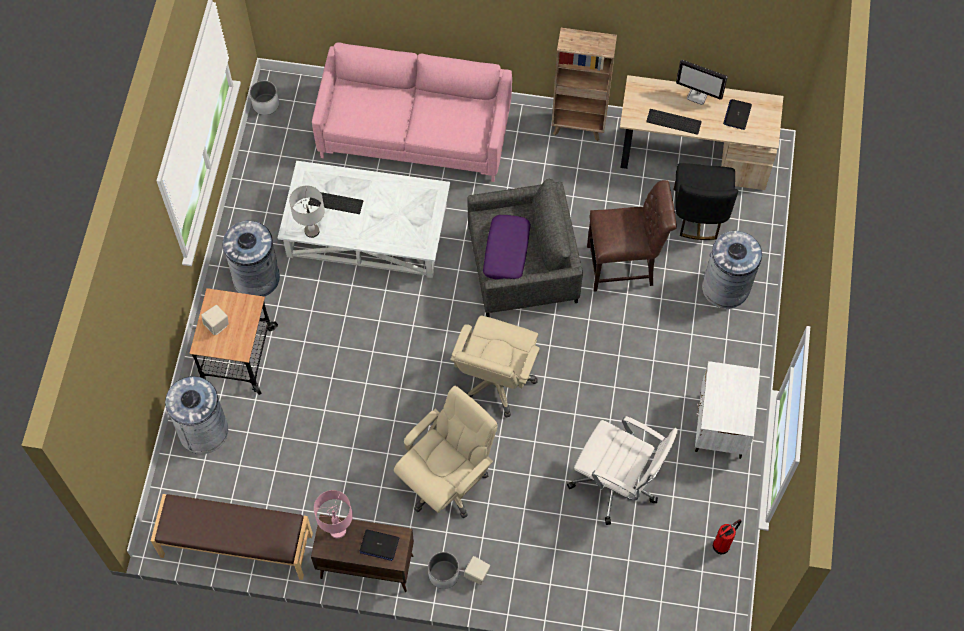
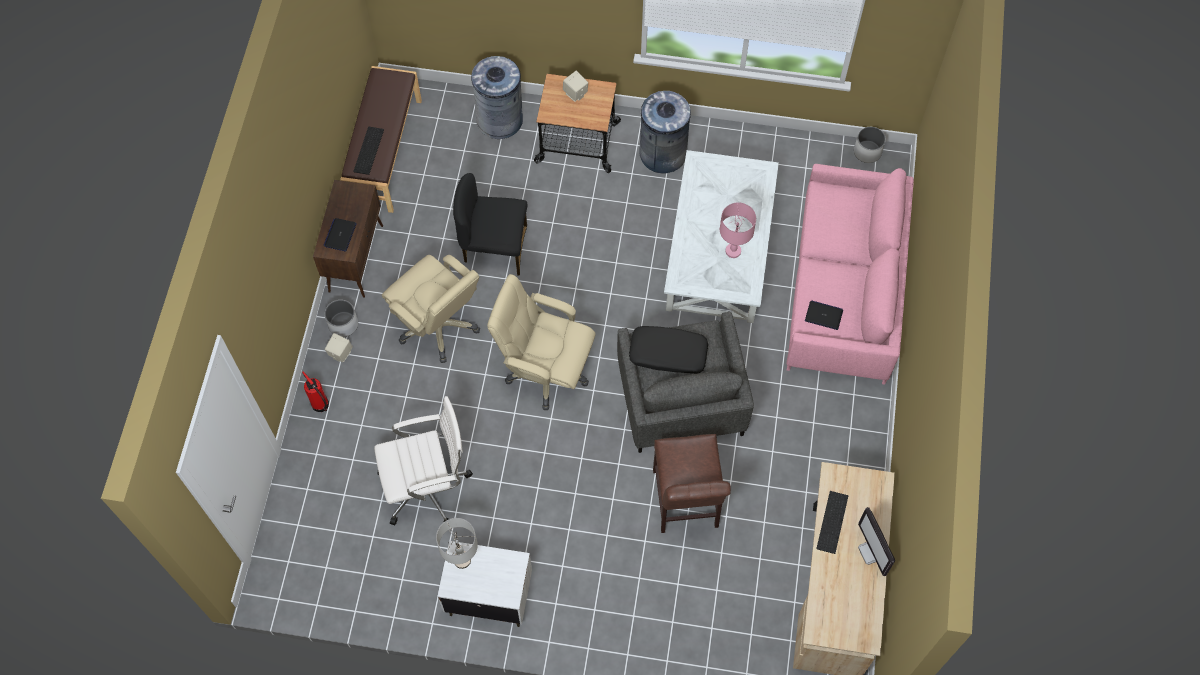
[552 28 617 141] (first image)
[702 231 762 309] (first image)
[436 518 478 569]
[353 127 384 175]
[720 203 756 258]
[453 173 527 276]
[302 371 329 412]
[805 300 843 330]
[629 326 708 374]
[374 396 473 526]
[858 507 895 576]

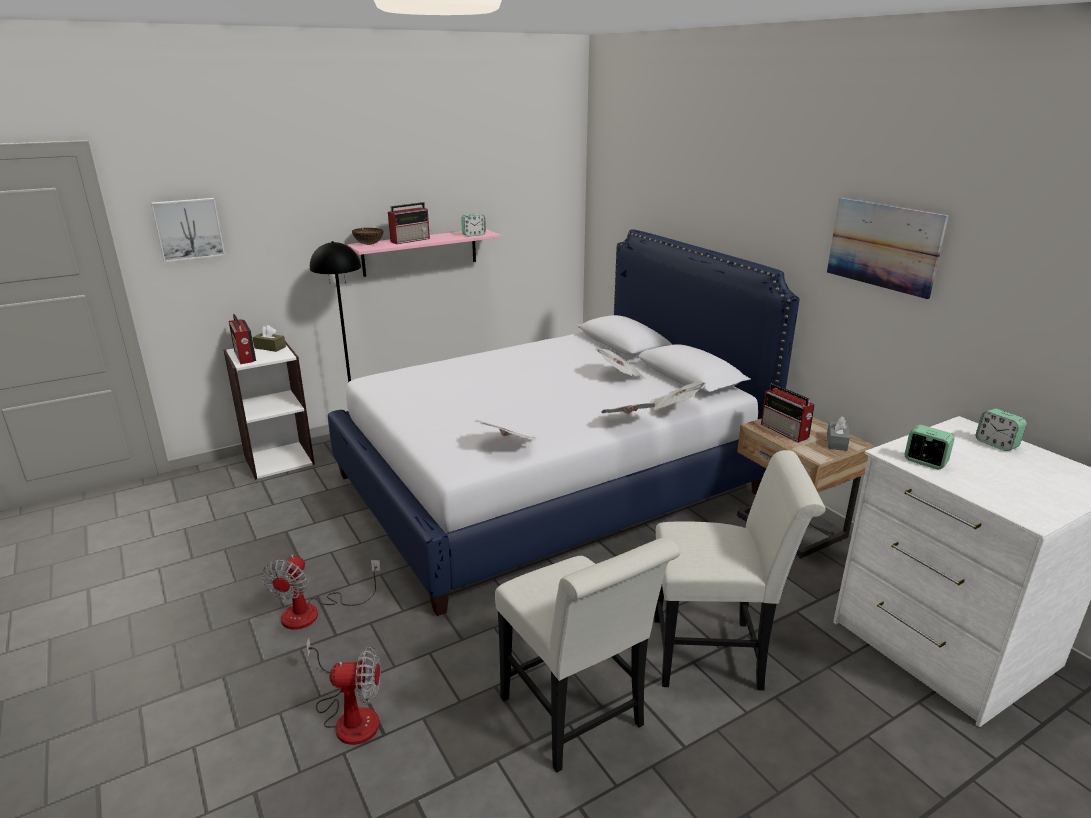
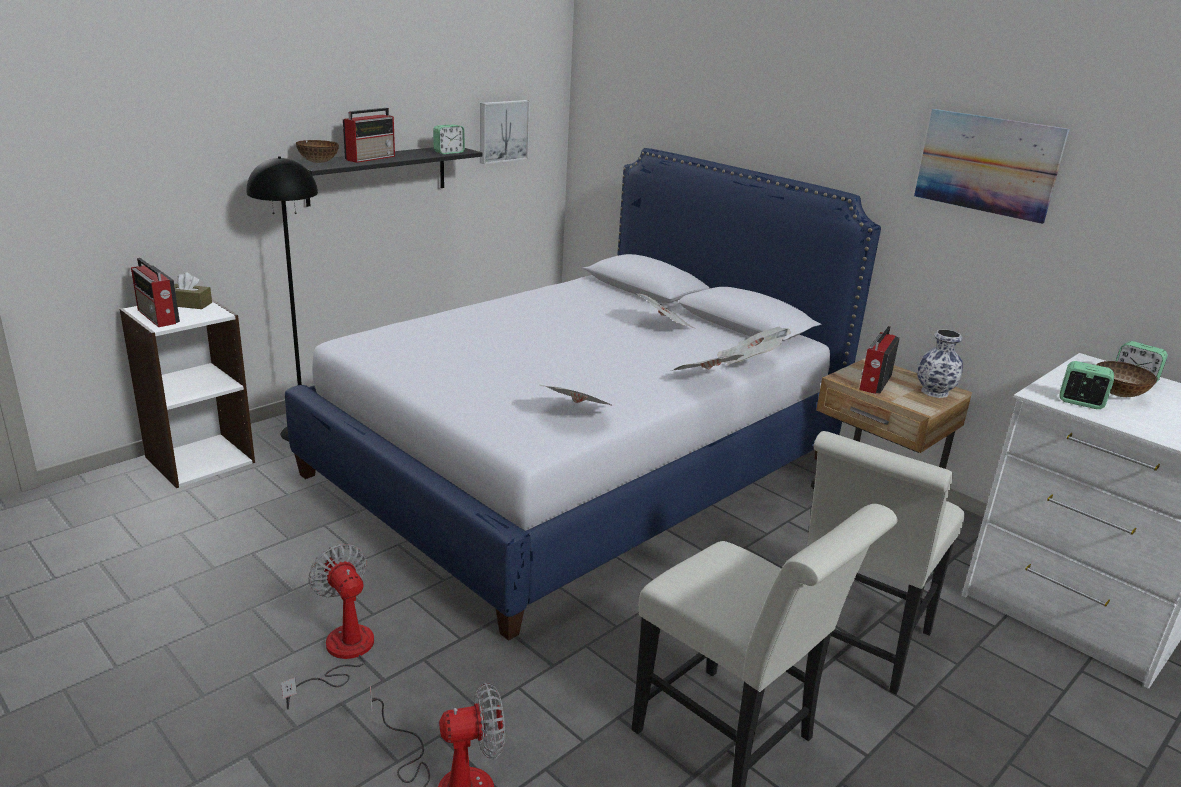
[1096 361 1158 397]
[480 100 530 164]
[918 329 963 398]
[296 147 482 207]
[281 544 374 709]
[807 431 965 694]
[859 326 900 394]

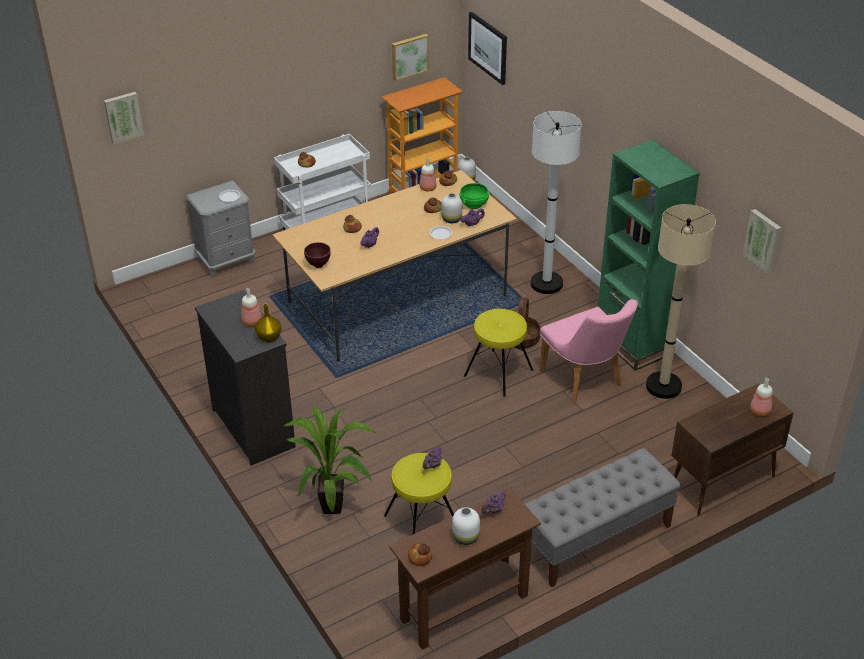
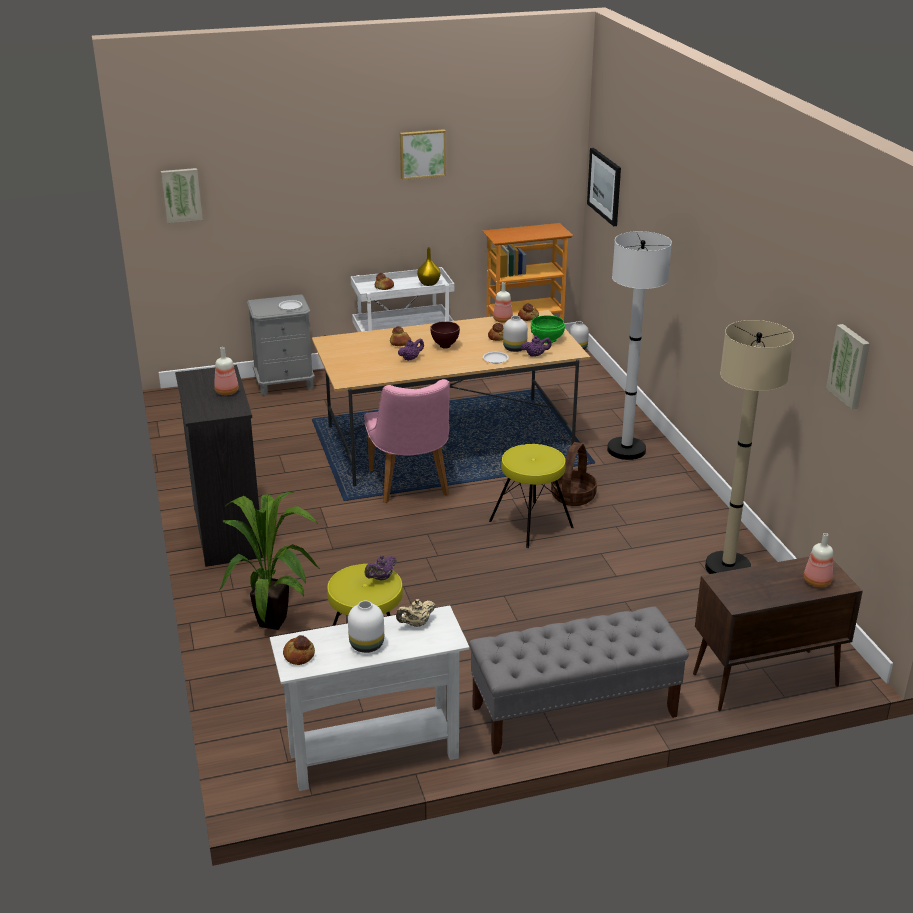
[598 140 700 371] (first image)
[417 247 441 286]
[430 321 460 349]
[400 129 446 180]
[364 379 450 503]
[270 605 470 791]
[396 599 436 627]

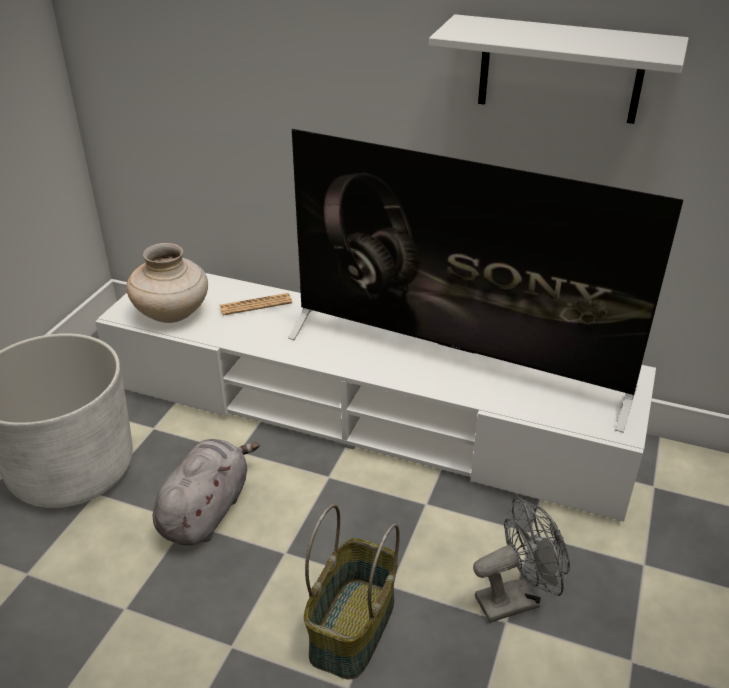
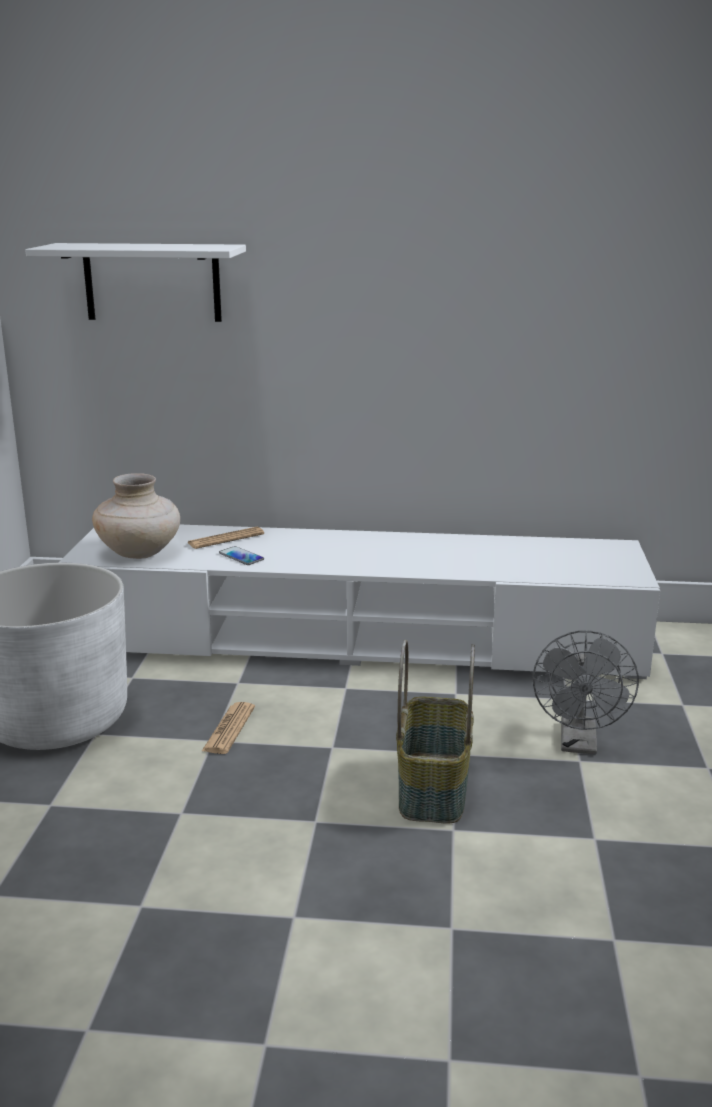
[288 129 683 433] (first image)
[219 546 264 565]
[25 243 246 322]
[202 702 255 754]
[533 630 639 755]

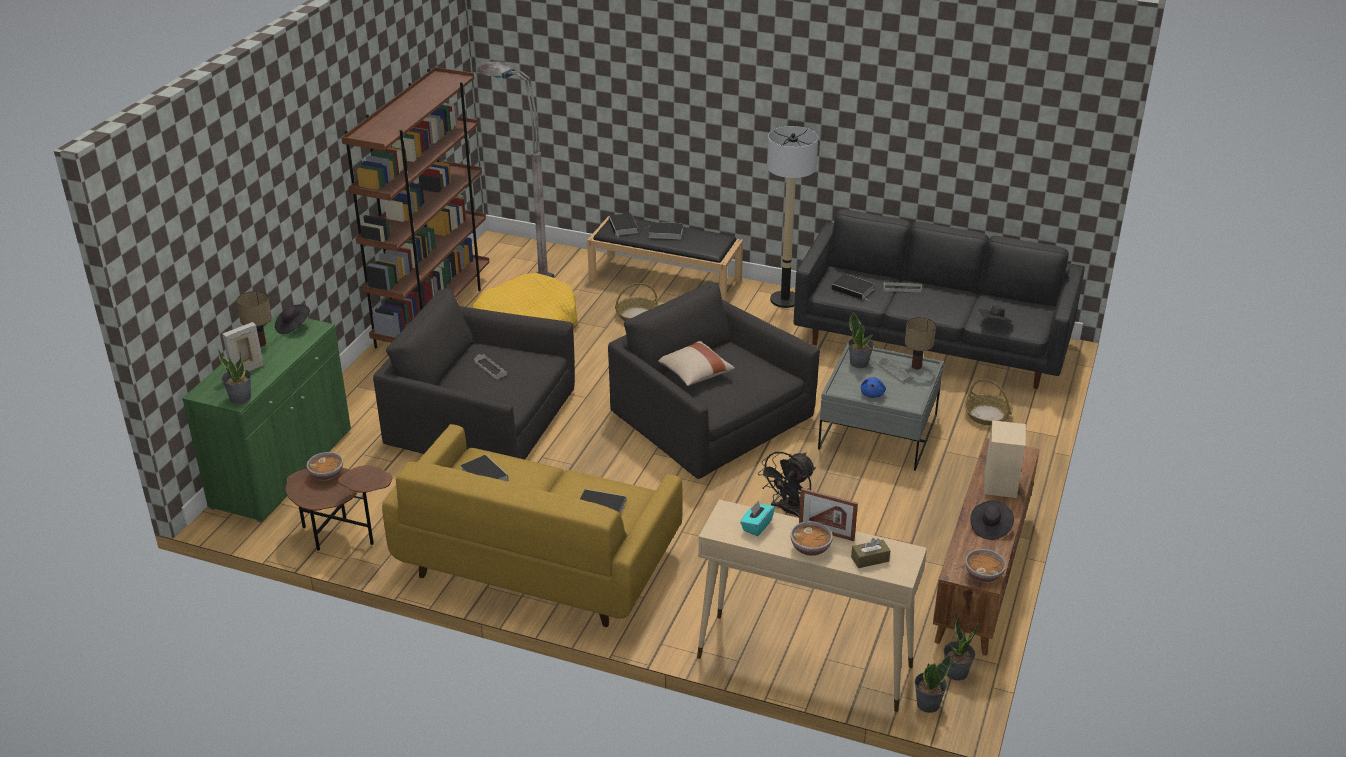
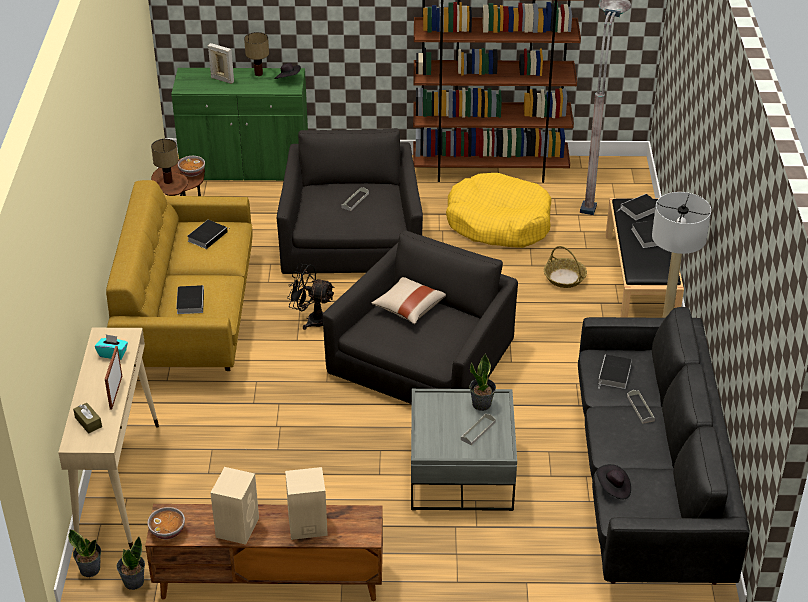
[218 350 251 404] (first image)
[790 521 833 556] (first image)
[861 377 886 398] (first image)
[964 379 1013 426] (first image)
[287 263 335 330]
[151 139 178 184]
[210 467 259 545]

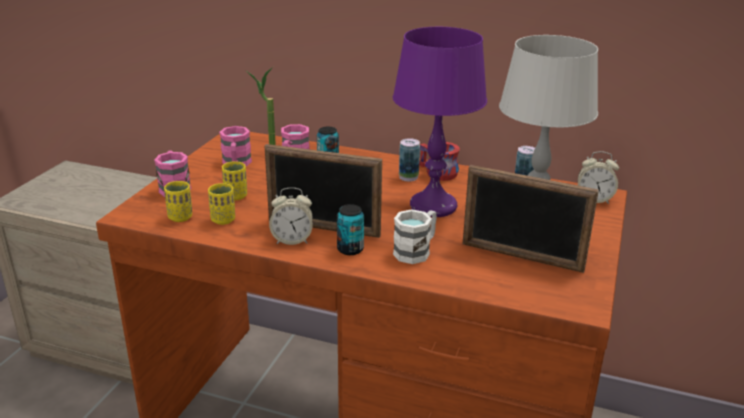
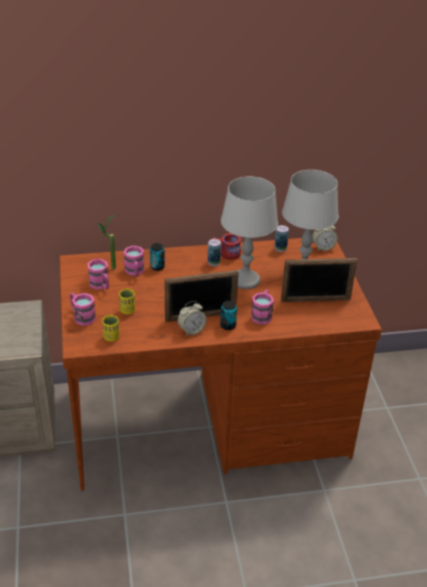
[208 183 235 225] (first image)
[221 177 278 289]
[251 289 274 325]

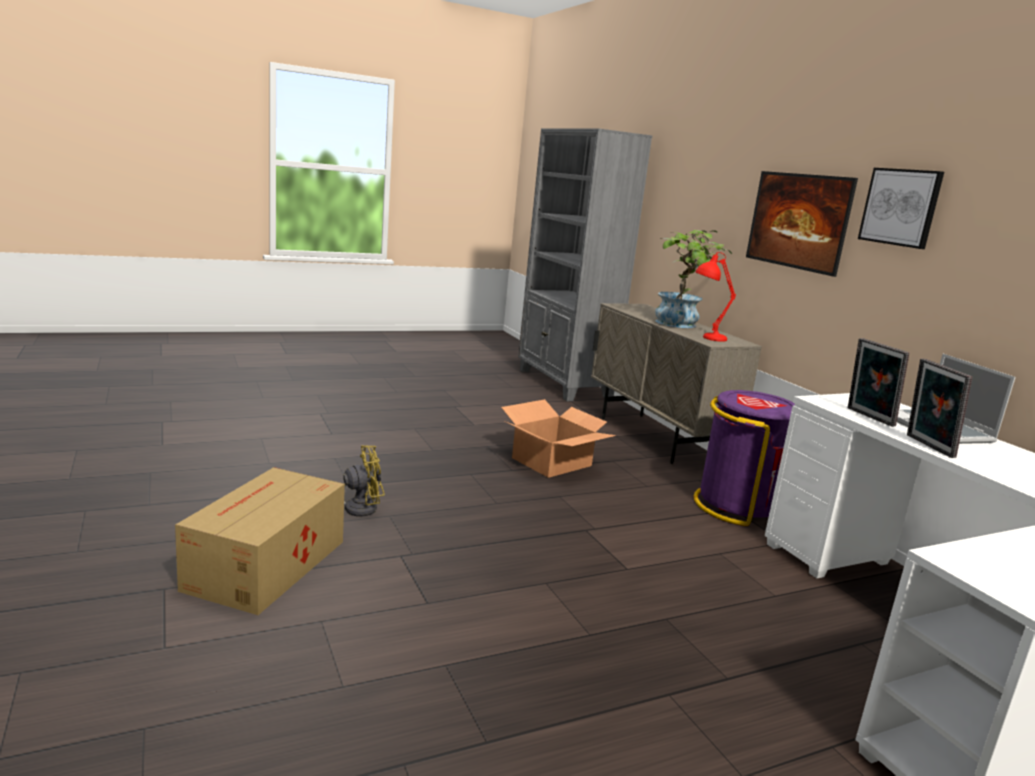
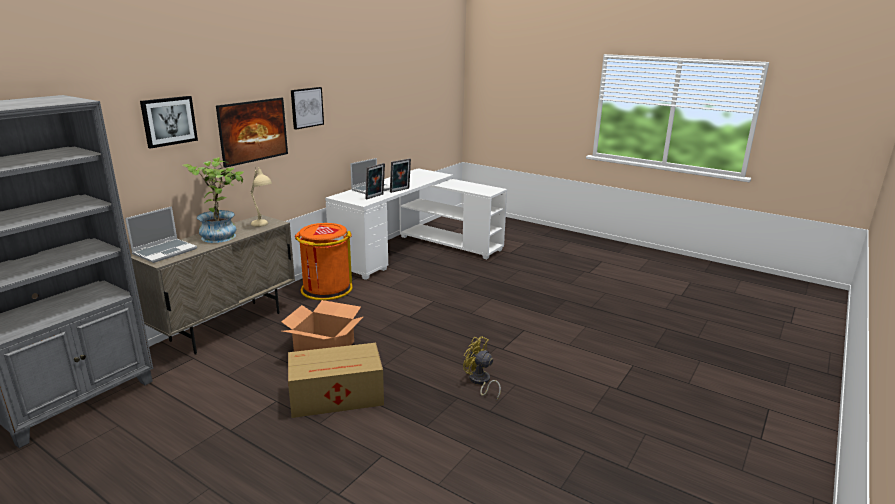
[125 206 197 263]
[140 96 198 149]
[288 343 384 418]
[295 223 353 300]
[250 167 272 227]

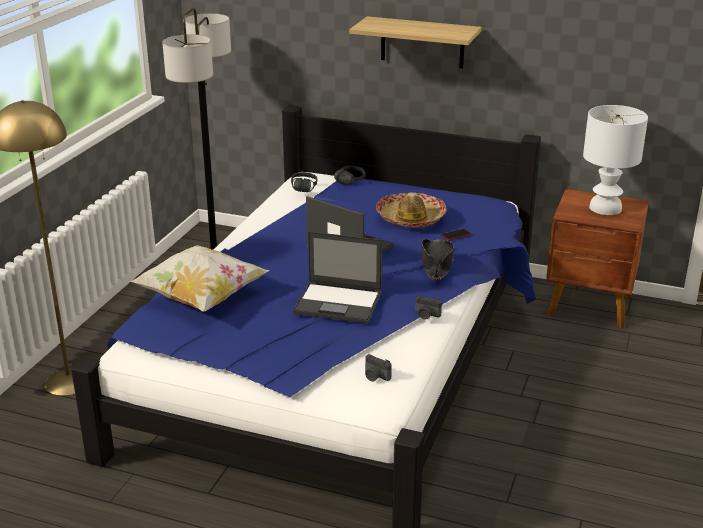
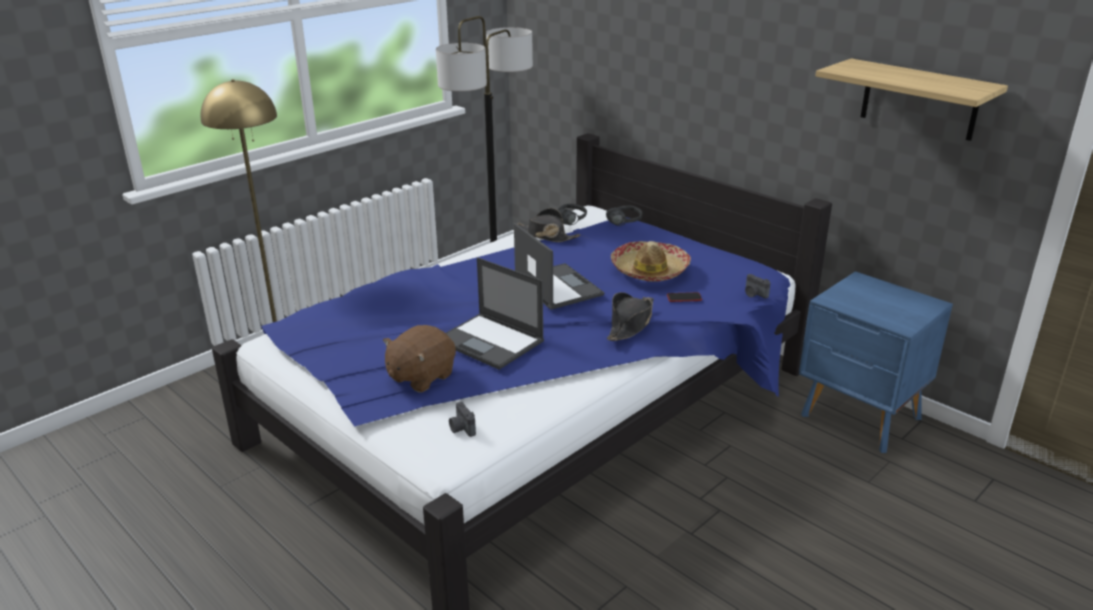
[129 245 270 312] (first image)
[583 105 648 215] (first image)
[383 325 456 392]
[517 208 580 242]
[815 59 1008 141]
[745 274 770 298]
[799 271 953 453]

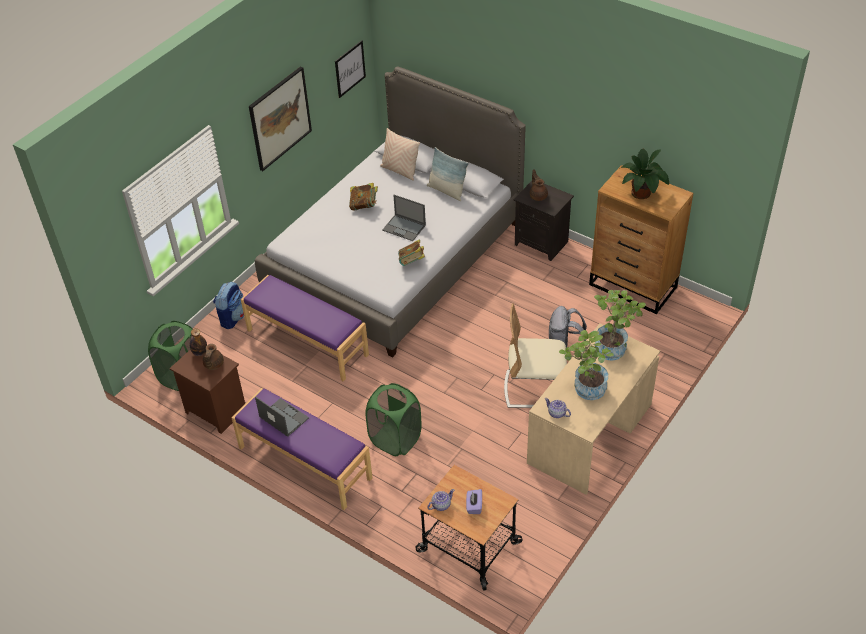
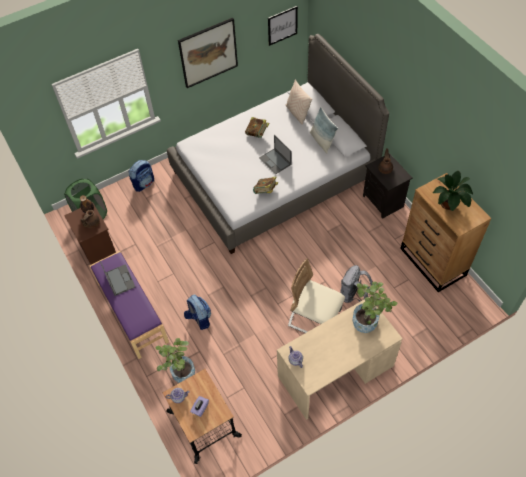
[241 275 369 381] (first image)
[155 338 195 383]
[184 295 211 330]

